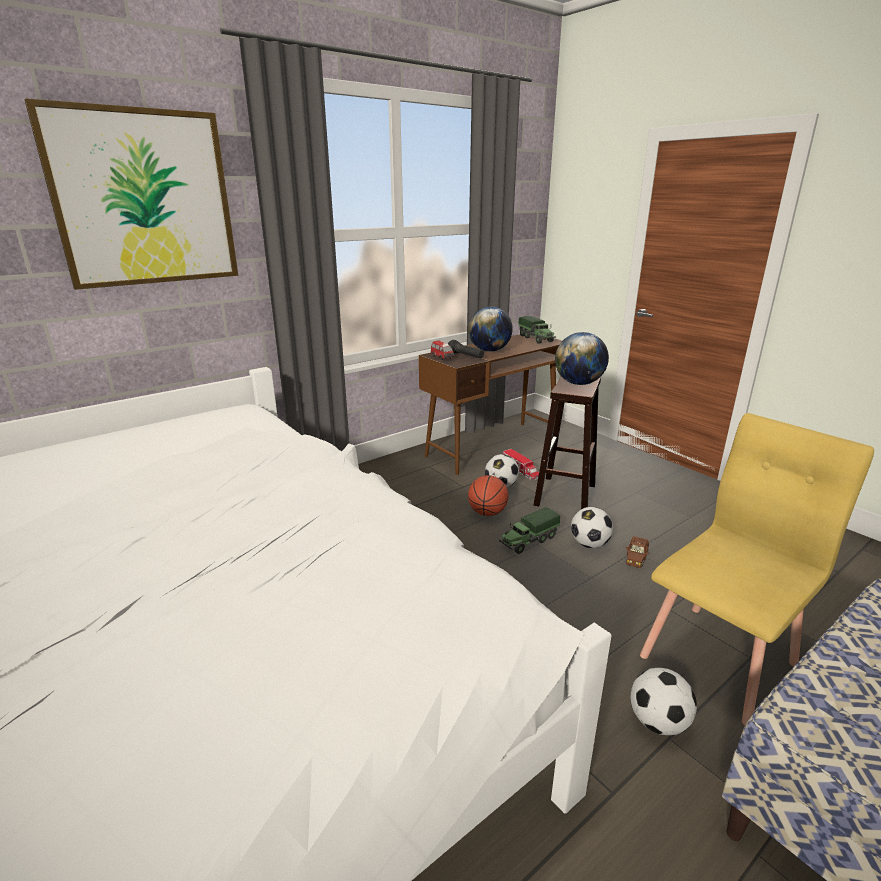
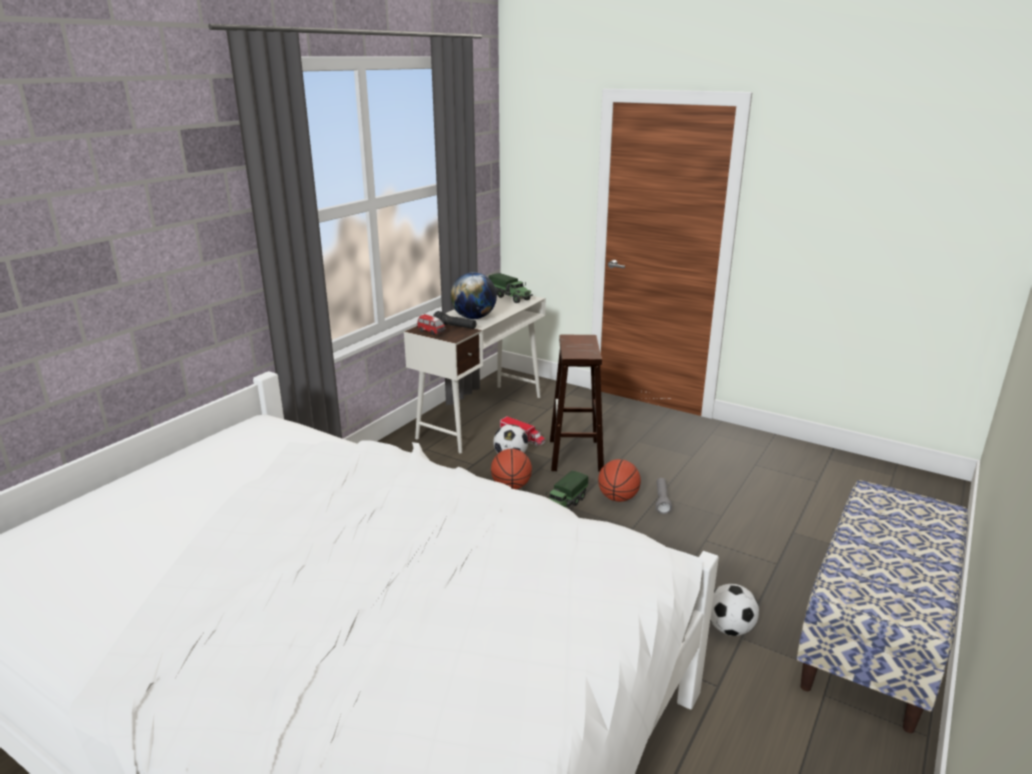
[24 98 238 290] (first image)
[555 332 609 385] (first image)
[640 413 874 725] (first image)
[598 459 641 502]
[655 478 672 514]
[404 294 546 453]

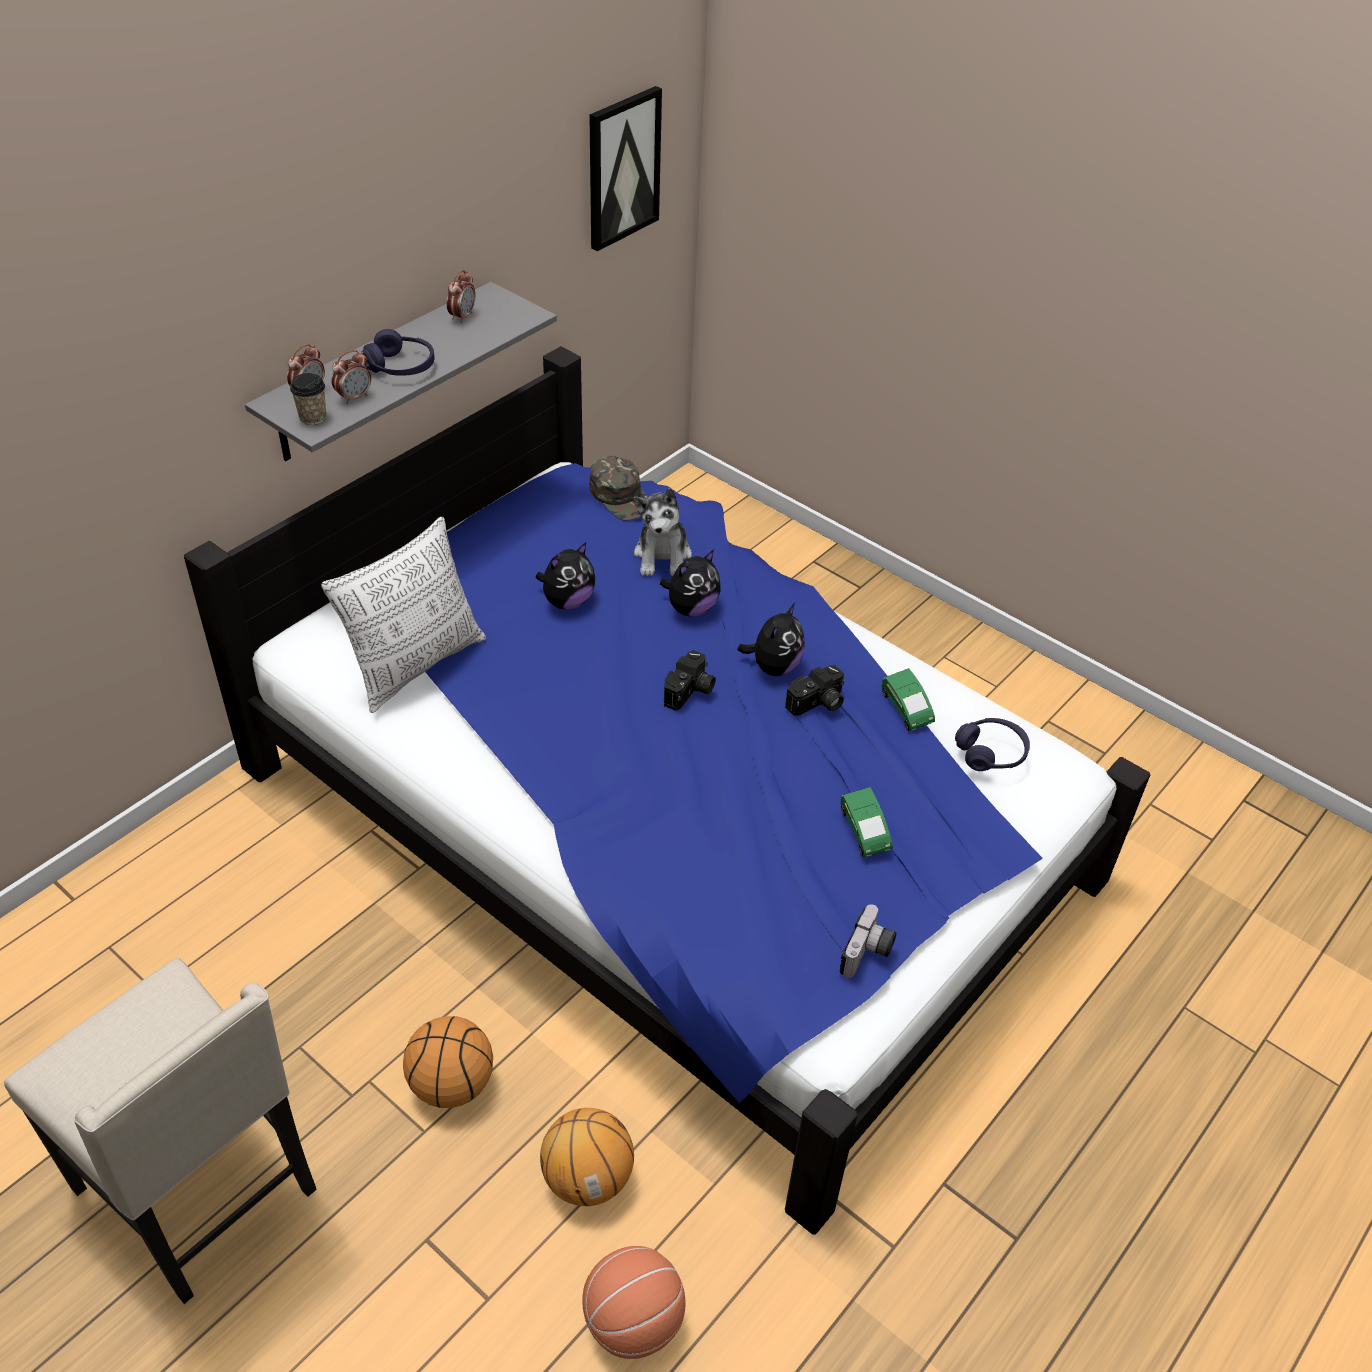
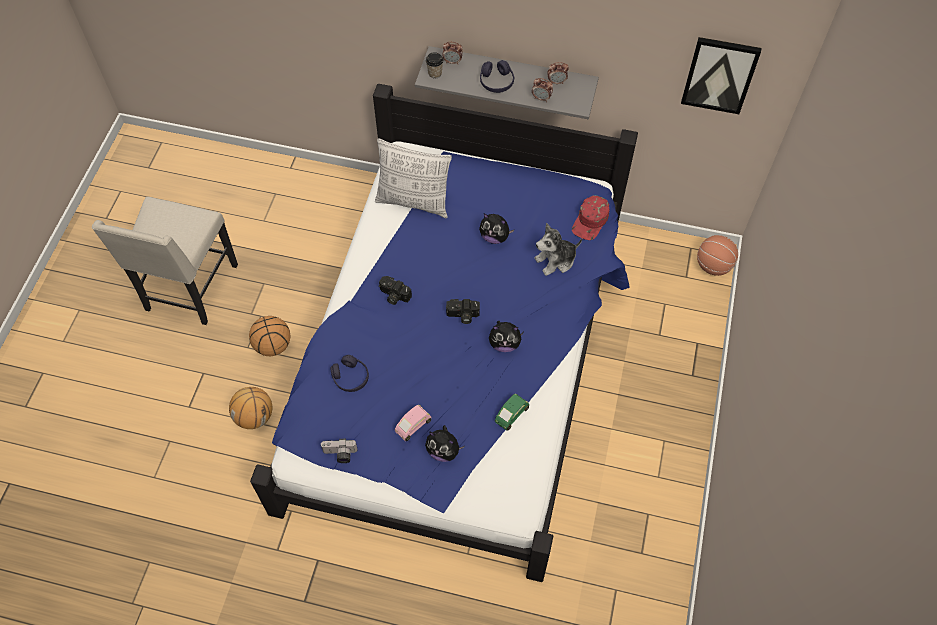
[532 78 553 102]
[697 235 738 276]
[425 425 465 462]
[379 276 412 305]
[330 355 369 392]
[572 195 610 240]
[395 405 432 441]

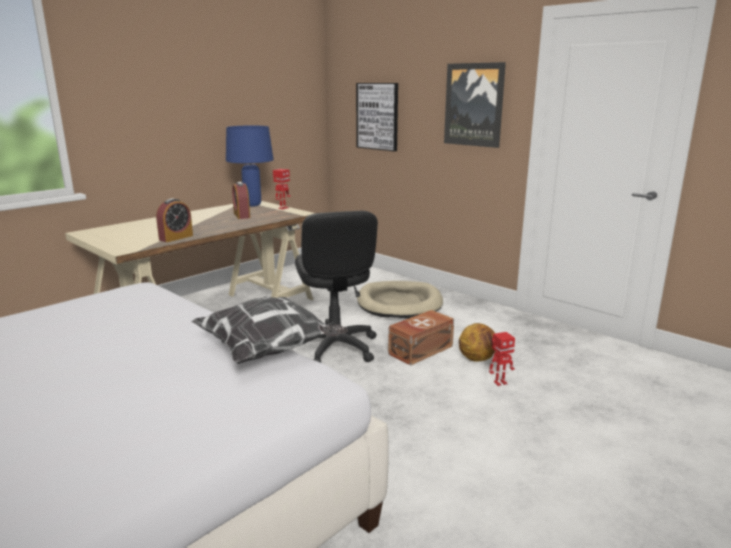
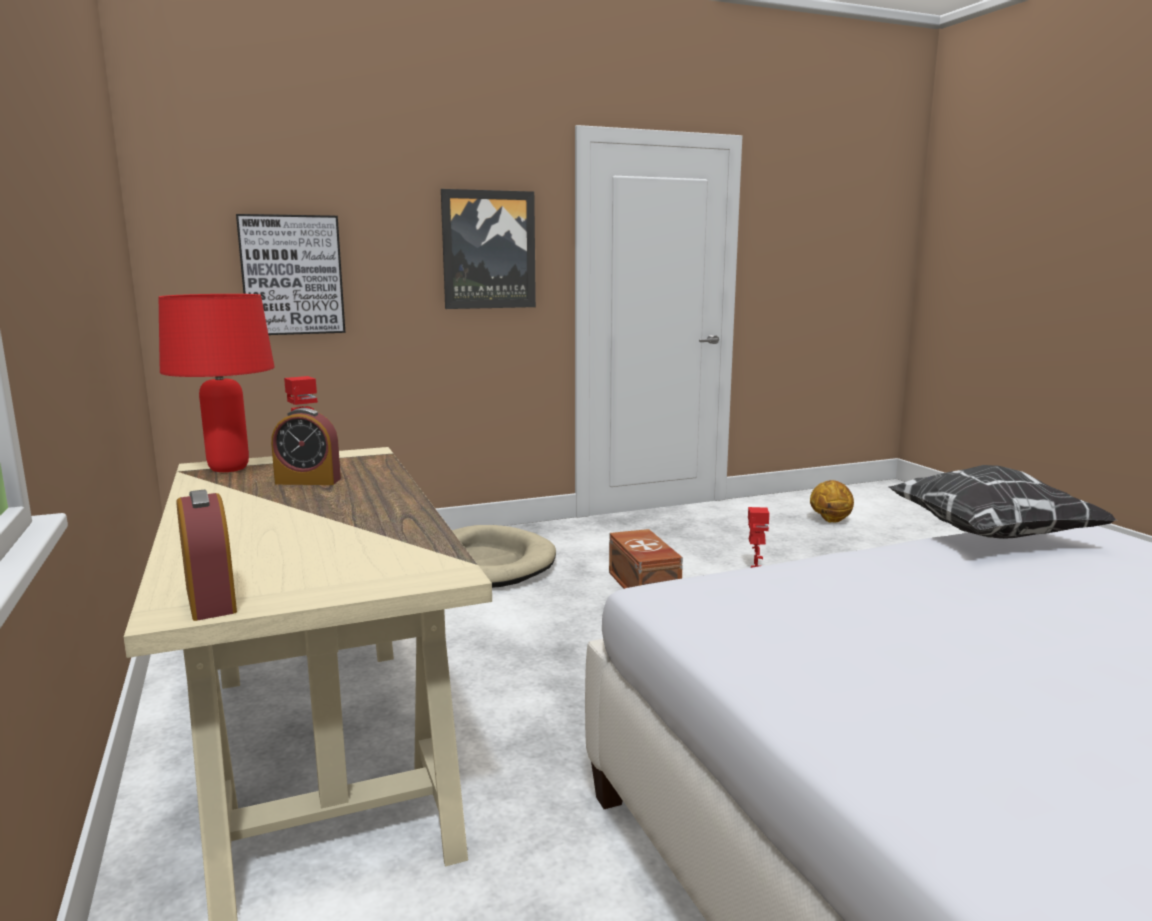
[295 211 378 363] (first image)
[176 489 237 621]
[810 480 854 523]
[159 294 275 472]

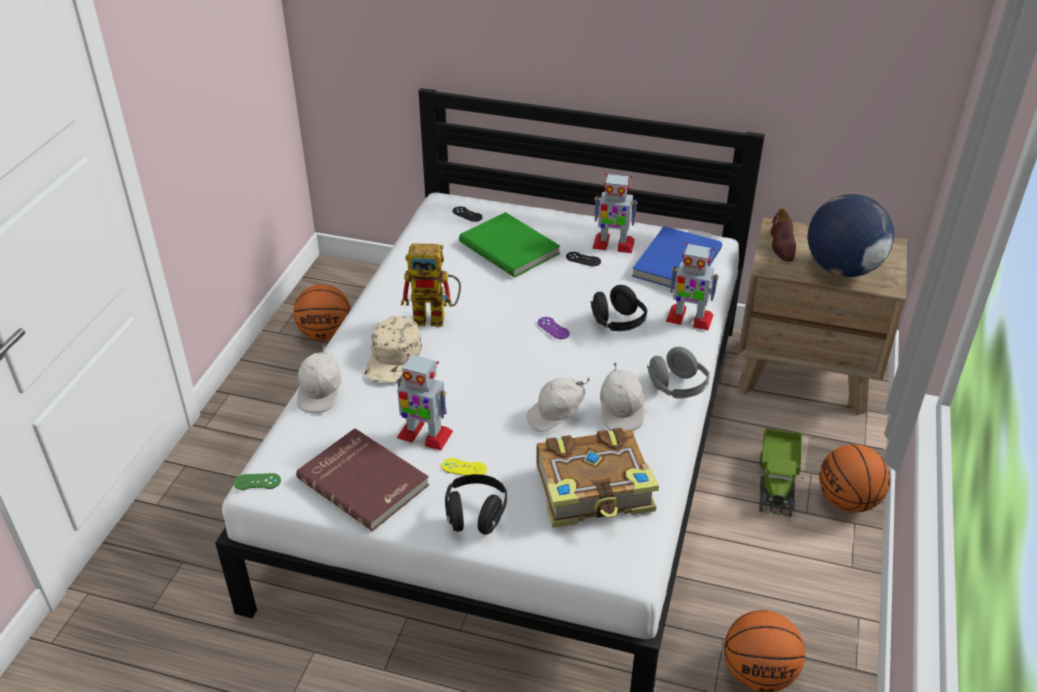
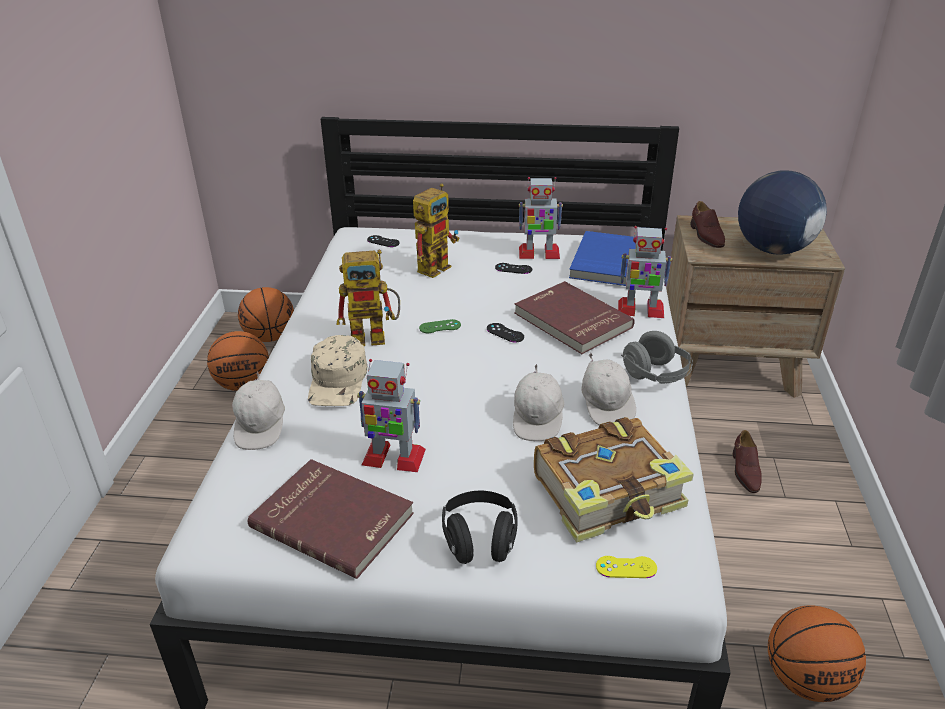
[419 319 461 333]
[596 556 657 578]
[238 287 294 342]
[413 183 459 278]
[514 281 635 354]
[733 430 762 493]
[487 323 524 343]
[513 364 564 441]

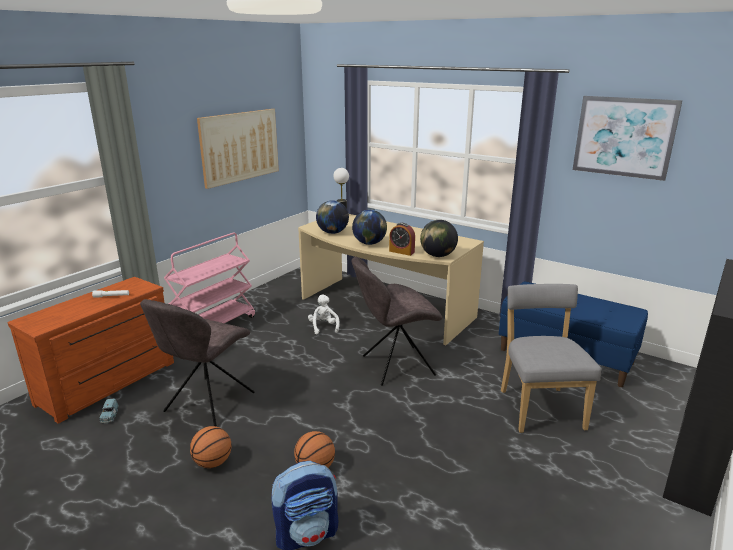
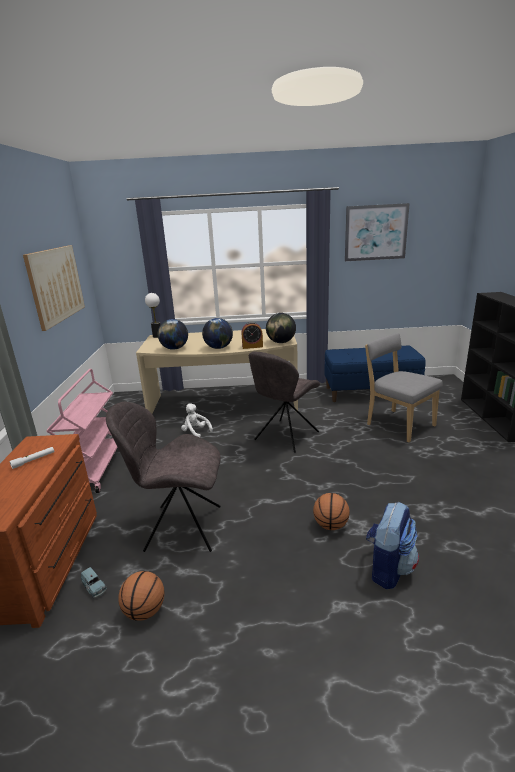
[118 571 165 621]
[106 402 221 552]

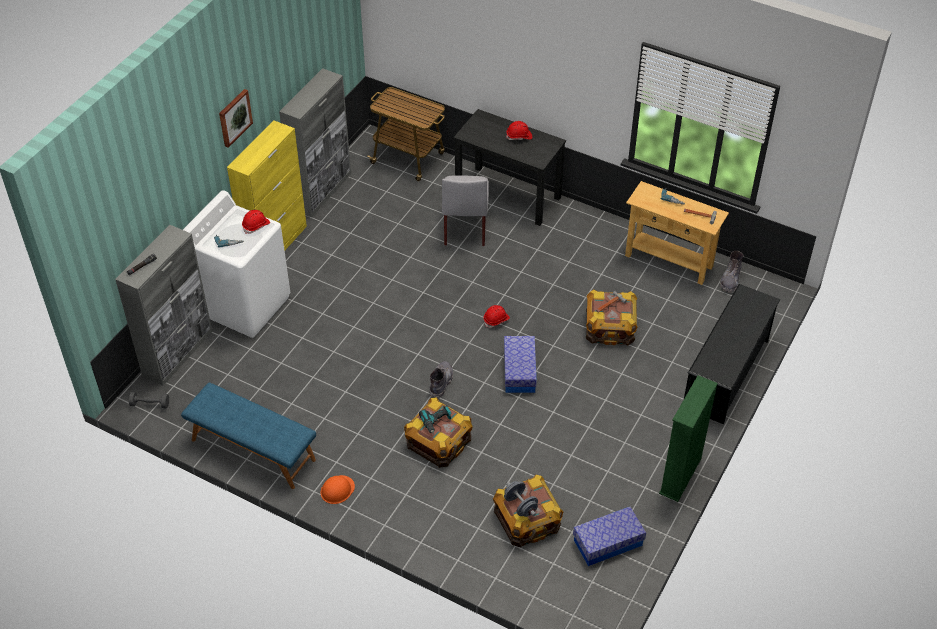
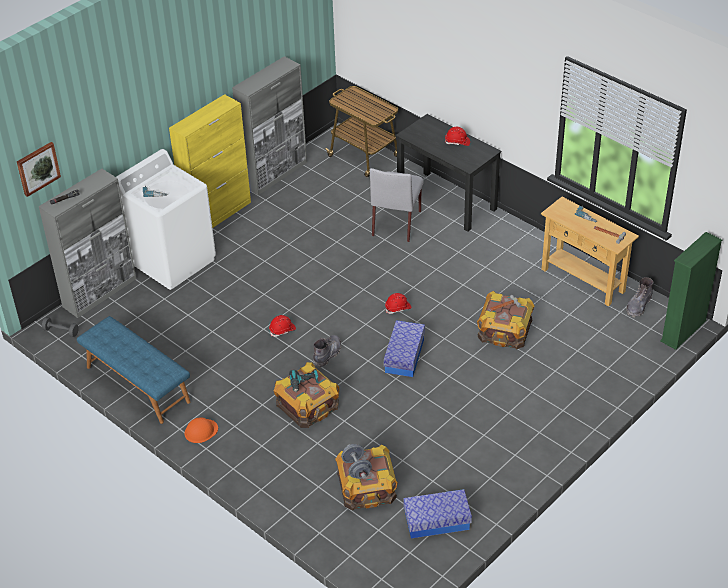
[684 284 780 424] (first image)
[17 142 61 197]
[269 315 296 337]
[660 232 722 350]

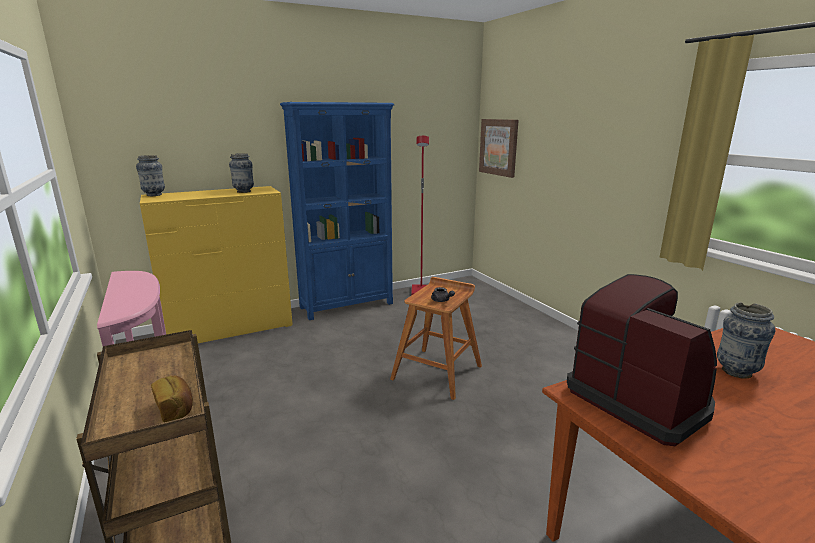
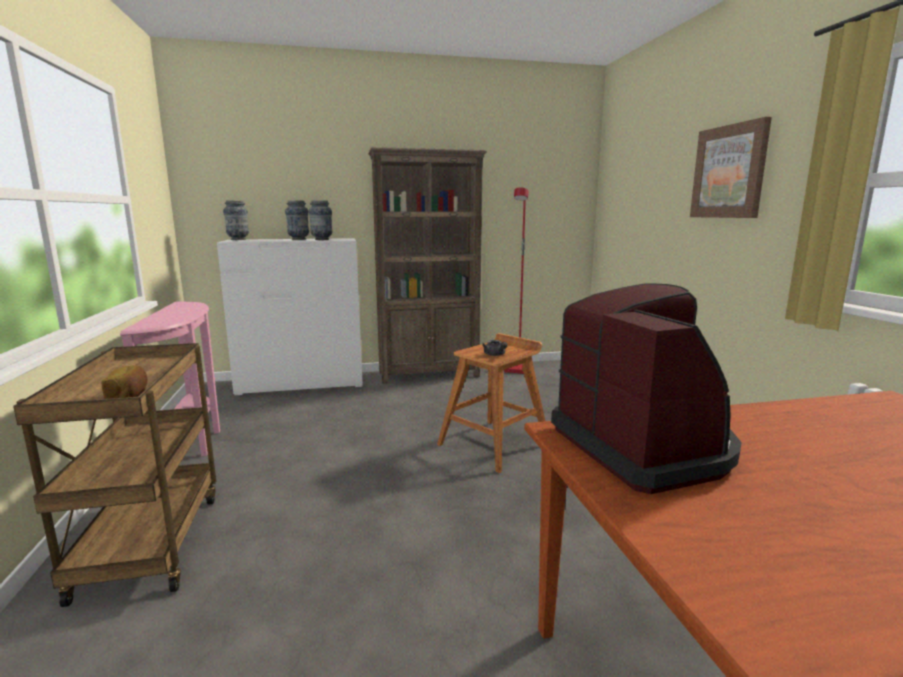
[690 117 772 218]
[285 200 309 240]
[217 238 363 395]
[368 147 487 384]

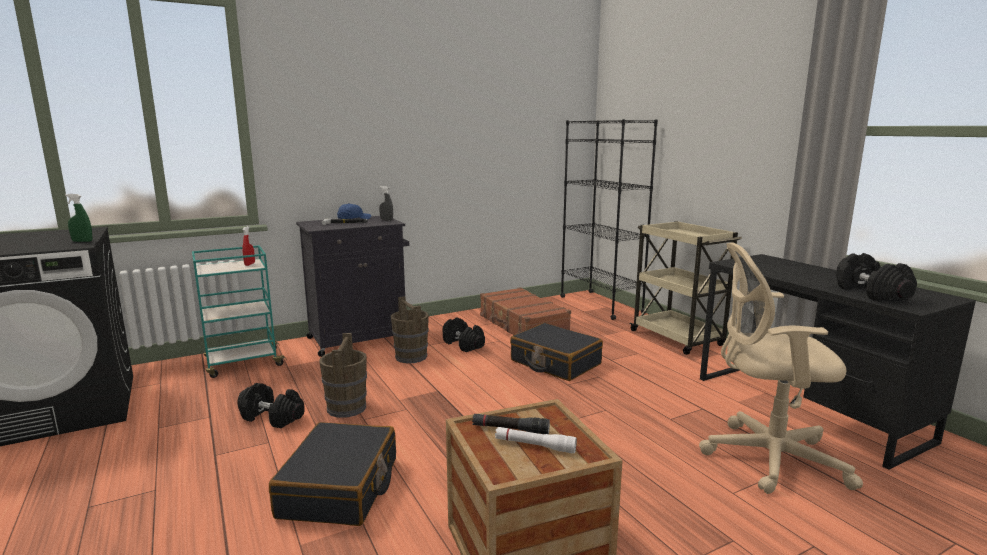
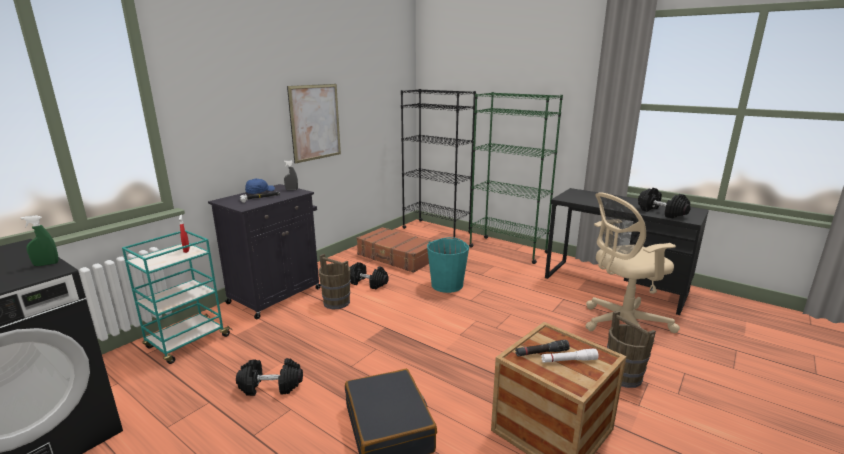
[287 84 341 164]
[607 310 656 388]
[427 237 469 293]
[469 92 563 264]

